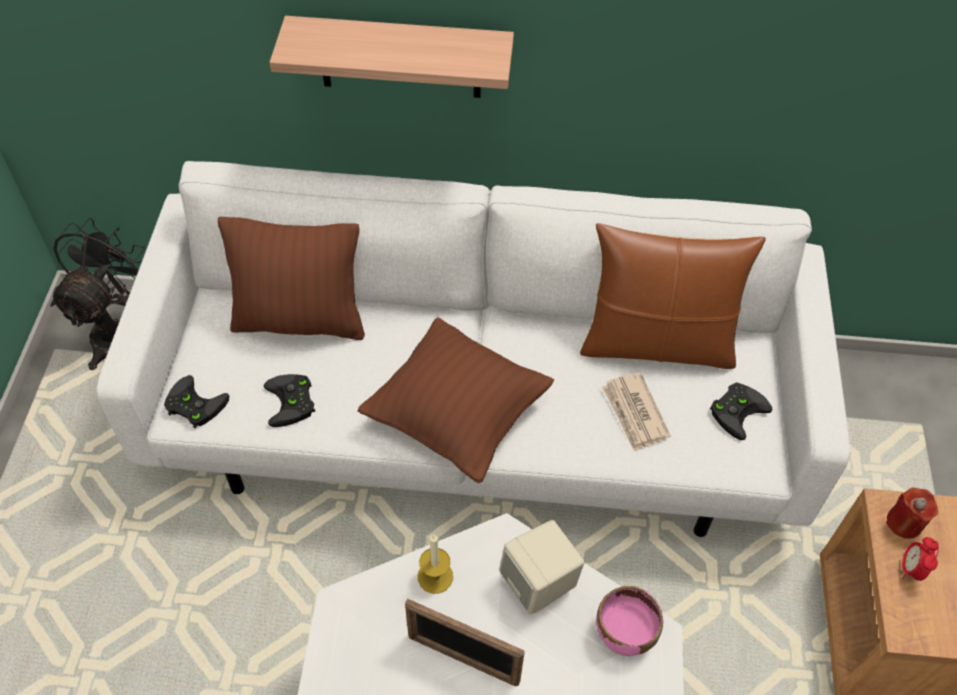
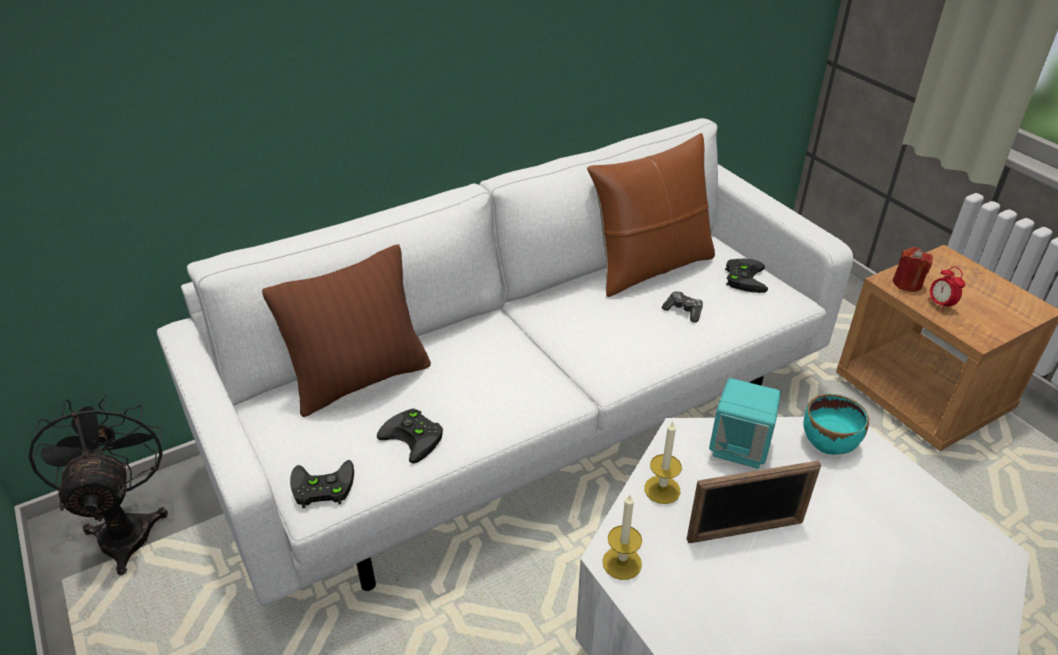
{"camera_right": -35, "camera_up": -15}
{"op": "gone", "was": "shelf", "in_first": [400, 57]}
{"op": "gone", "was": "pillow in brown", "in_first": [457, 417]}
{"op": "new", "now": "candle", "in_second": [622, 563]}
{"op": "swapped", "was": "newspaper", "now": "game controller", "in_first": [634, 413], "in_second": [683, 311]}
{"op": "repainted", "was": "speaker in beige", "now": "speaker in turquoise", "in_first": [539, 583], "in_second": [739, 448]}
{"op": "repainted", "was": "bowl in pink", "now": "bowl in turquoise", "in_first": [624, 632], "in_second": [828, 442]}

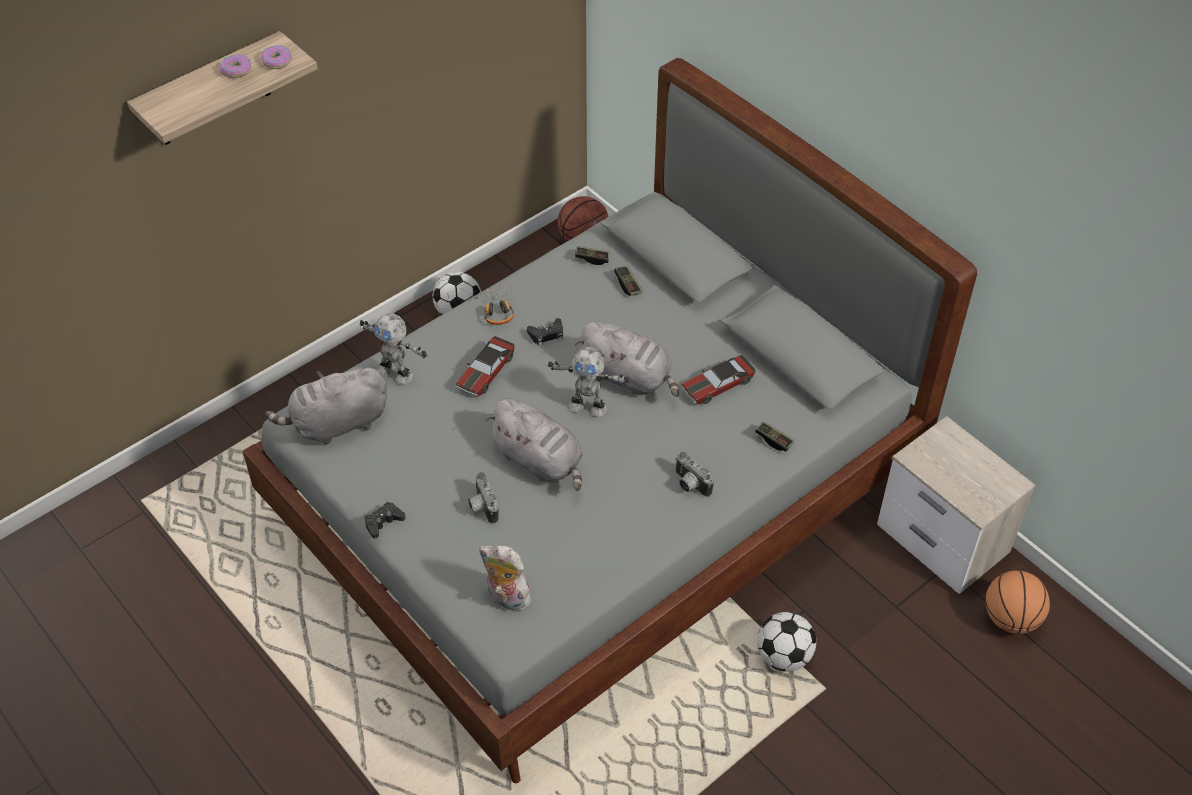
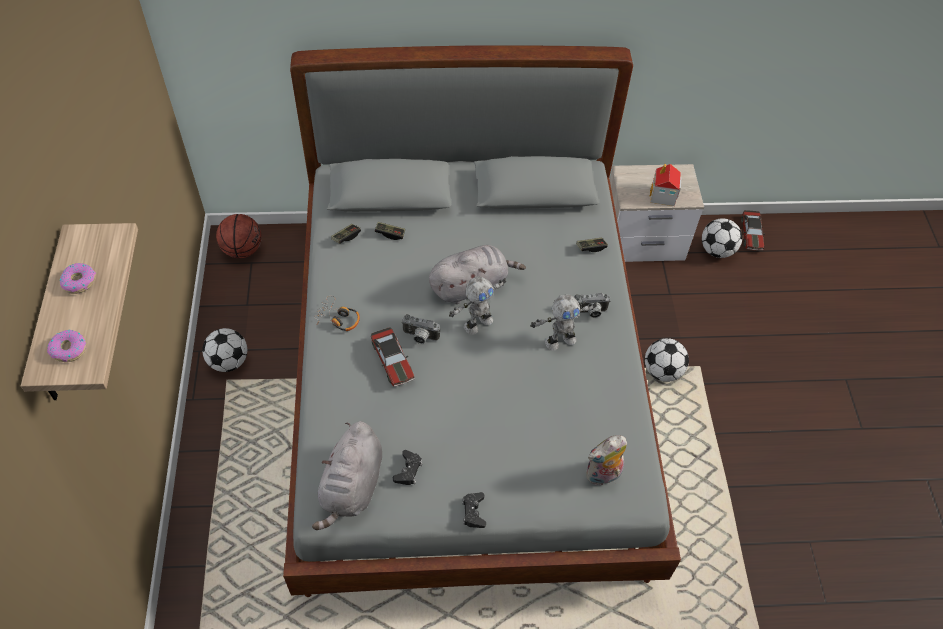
{"camera_right": -55, "camera_up": 5}
{"op": "gone", "was": "plush toy in grey", "in_first": [540, 461]}
{"op": "new", "now": "toy house", "in_second": [663, 195]}
{"op": "shifted", "was": "donut", "in_first": [276, 61], "in_second": [69, 349]}
{"op": "shifted", "was": "toy robot", "in_first": [397, 372], "in_second": [559, 340]}
{"op": "shifted", "was": "photo camera", "in_first": [481, 507], "in_second": [419, 337]}
{"op": "shifted", "was": "game controller in black", "in_first": [546, 335], "in_second": [408, 470]}
{"op": "shifted", "was": "toy car", "in_first": [717, 385], "in_second": [751, 234]}
{"op": "swapped", "was": "basketball", "now": "football", "in_first": [1010, 618], "in_second": [717, 250]}

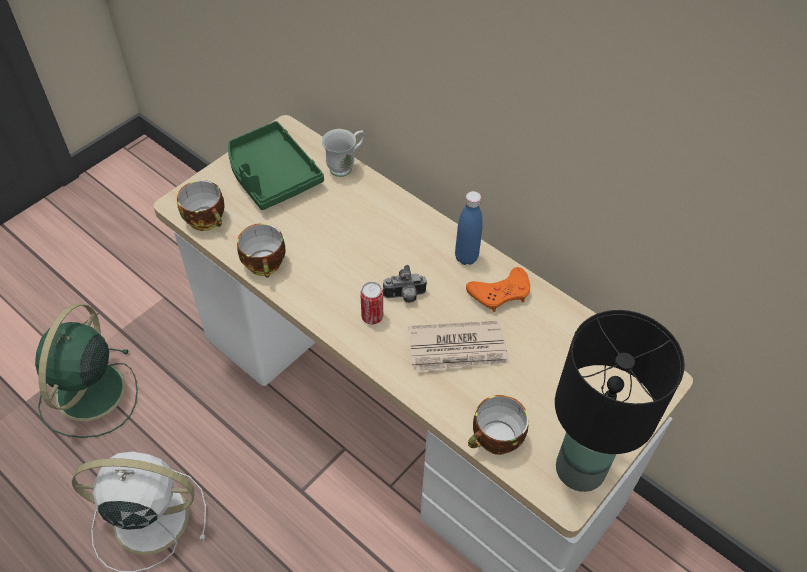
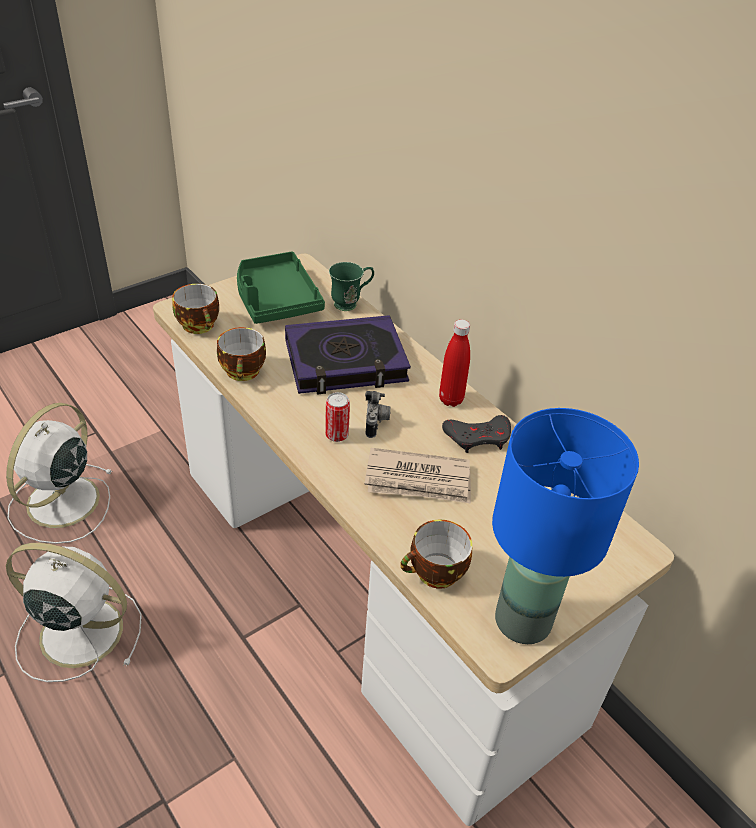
{"camera_right": 10, "camera_up": -10}
{"op": "new", "now": "book", "in_second": [346, 362]}
{"op": "repainted", "was": "fan in green", "now": "fan in white", "in_first": [89, 394], "in_second": [61, 503]}
{"op": "repainted", "was": "mug in white", "now": "mug in green", "in_first": [346, 166], "in_second": [351, 303]}
{"op": "repainted", "was": "bottle in blue", "now": "bottle in red", "in_first": [466, 257], "in_second": [451, 400]}
{"op": "repainted", "was": "game controller in orange", "now": "game controller in grey", "in_first": [500, 293], "in_second": [478, 437]}
{"op": "repainted", "was": "table lamp in black", "now": "table lamp in blue", "in_first": [578, 468], "in_second": [521, 620]}
{"op": "rotated", "was": "photo camera", "in_first": [405, 296], "in_second": [376, 423], "clockwise": -90}

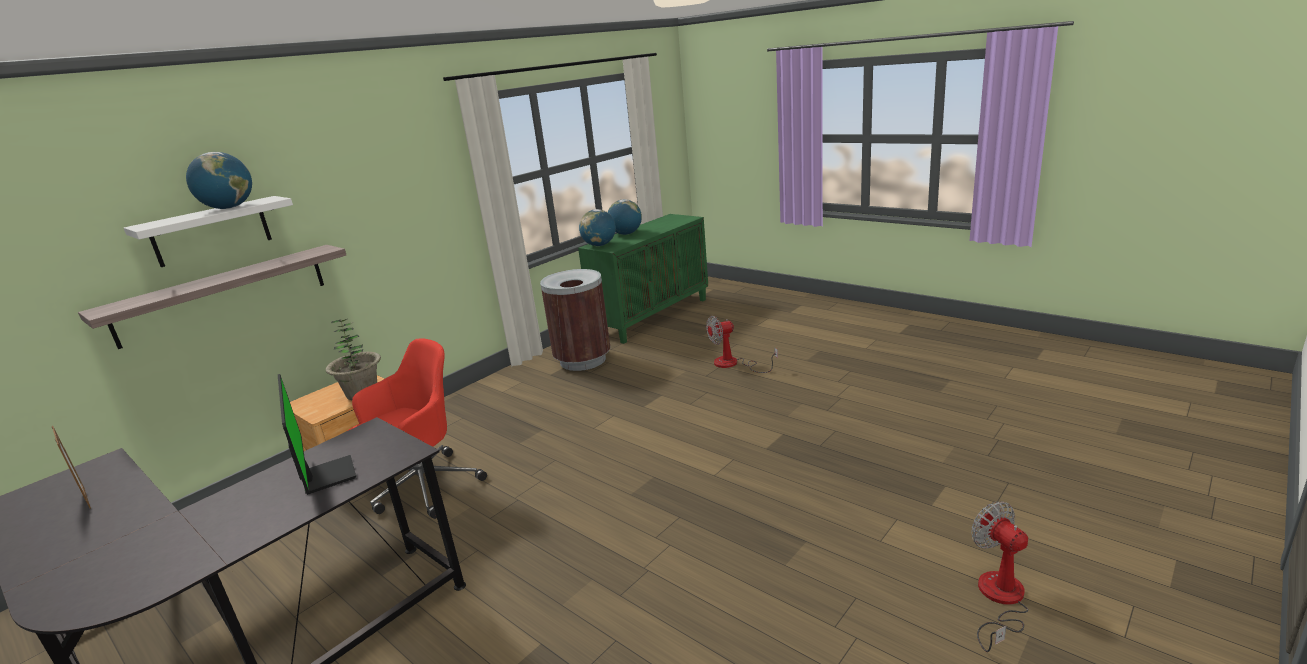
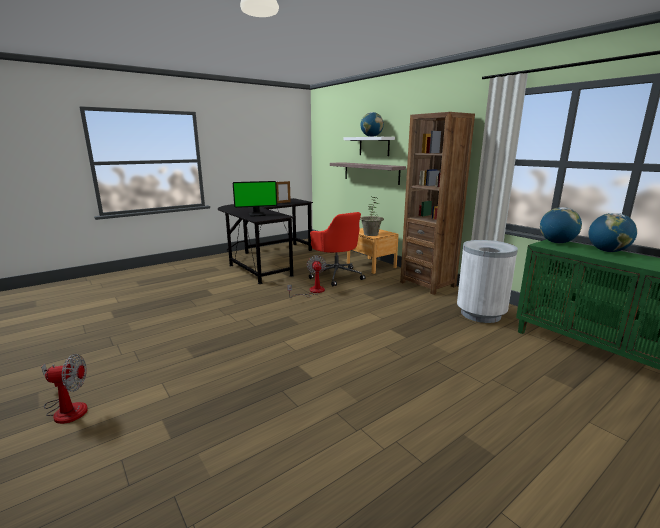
{"camera_right": 100, "camera_up": -5}
{"op": "new", "now": "bookcase in brown", "in_second": [428, 284]}
{"op": "shifted", "was": "fan", "in_first": [733, 364], "in_second": [312, 291]}
{"op": "repainted", "was": "trash can in brown", "now": "trash can in white", "in_first": [583, 360], "in_second": [480, 314]}

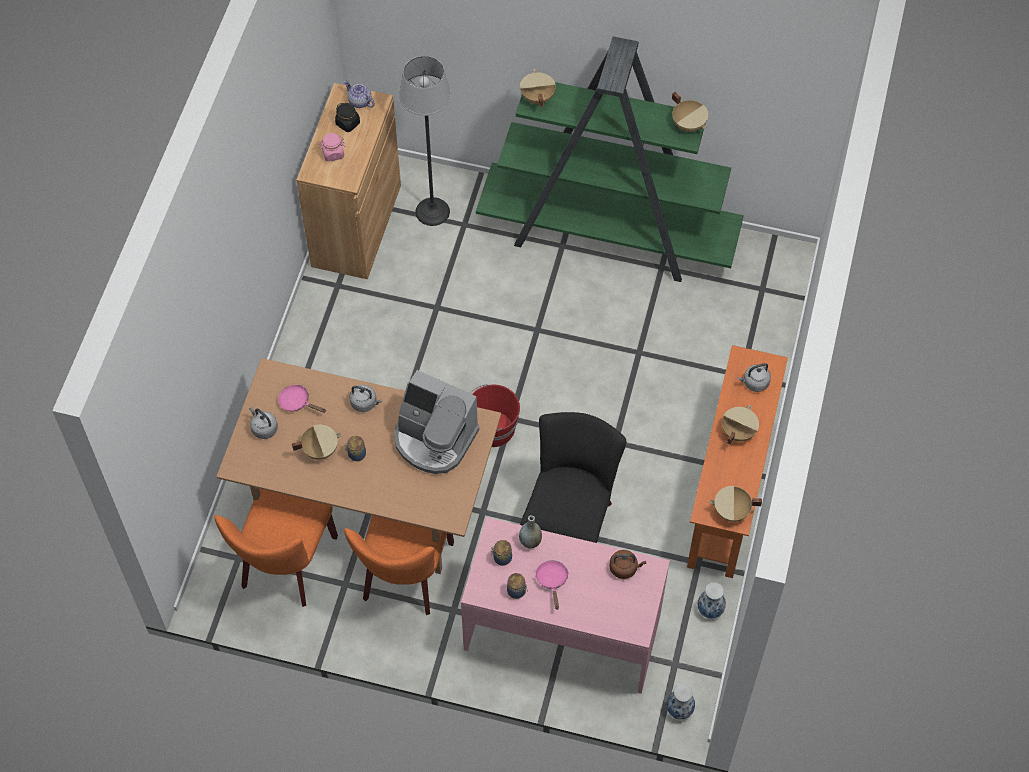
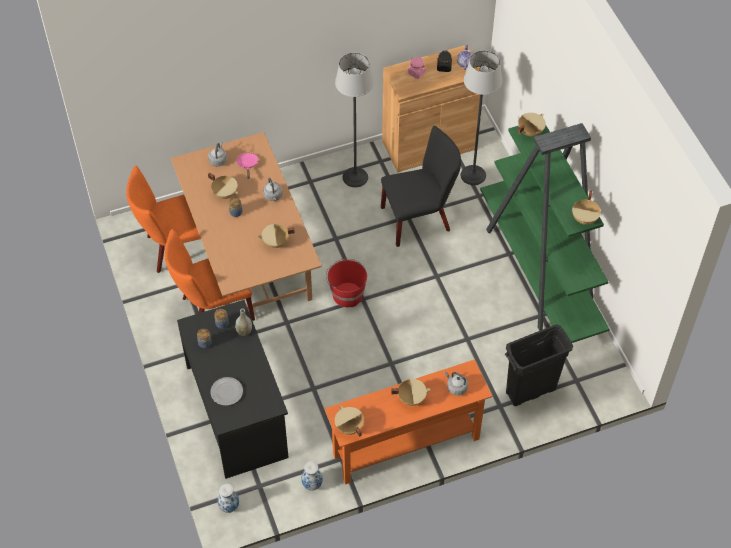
{"camera_right": 55, "camera_up": -5}
{"op": "gone", "was": "frying pan in pink", "in_first": [552, 581]}
{"op": "gone", "was": "kettle in brown", "in_first": [625, 568]}
{"op": "new", "now": "plate", "in_second": [226, 391]}
{"op": "new", "now": "floor lamp", "in_second": [355, 177]}
{"op": "new", "now": "trash can in black", "in_second": [530, 391]}
{"op": "shifted", "was": "chair in black", "in_first": [569, 522], "in_second": [420, 218]}
{"op": "swapped", "was": "coffee machine", "now": "cooking pot in beige", "in_first": [434, 439], "in_second": [276, 243]}
{"op": "repainted", "was": "desk in pink", "now": "desk in black", "in_first": [563, 630], "in_second": [238, 411]}

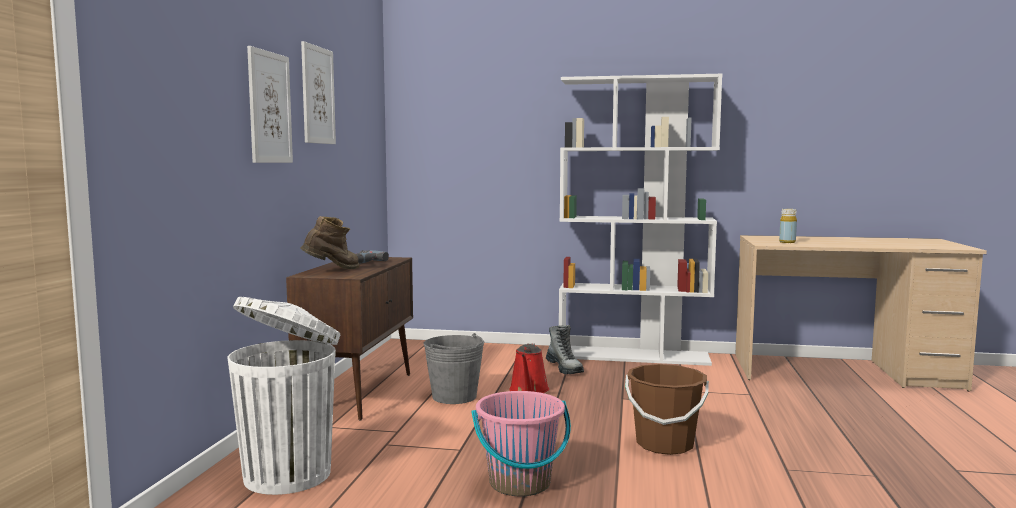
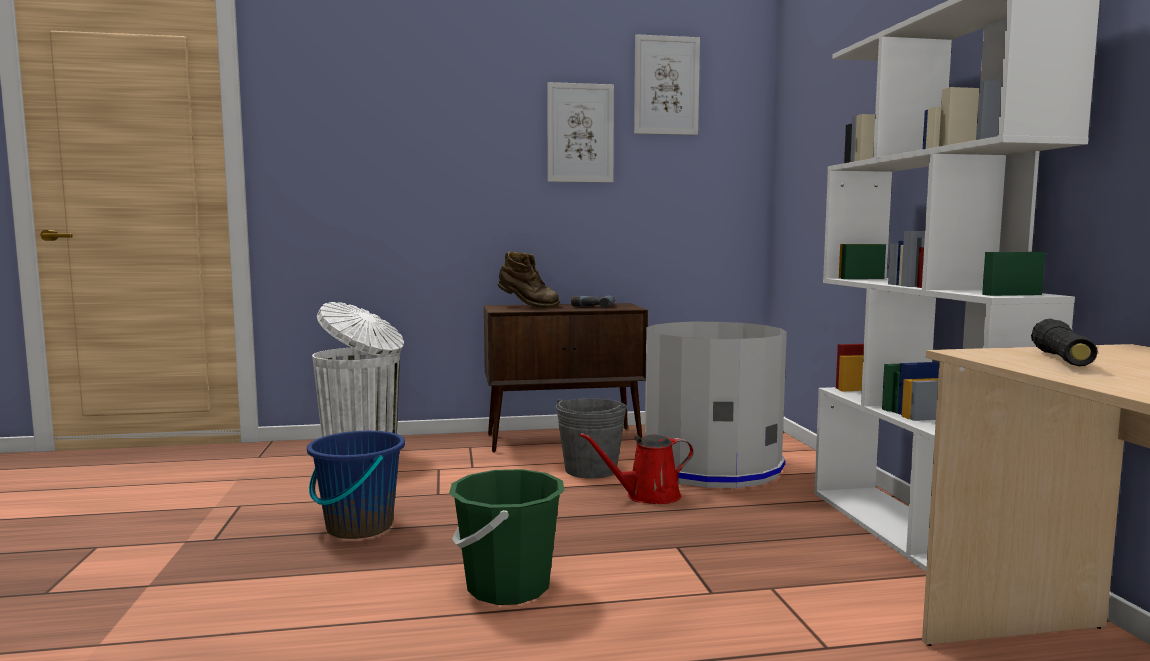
{"camera_right": 70, "camera_up": 0}
{"op": "gone", "was": "boot", "in_first": [564, 368]}
{"op": "new", "now": "trash can in grey", "in_second": [711, 465]}
{"op": "shifted", "was": "picture", "in_first": [269, 107], "in_second": [666, 86]}
{"op": "swapped", "was": "bottle in yellow", "now": "flashlight in black", "in_first": [787, 242], "in_second": [1062, 360]}
{"op": "repainted", "was": "bucket in pink", "now": "bucket in blue", "in_first": [520, 483], "in_second": [359, 527]}
{"op": "repainted", "was": "bucket in brown", "now": "bucket in green", "in_first": [664, 444], "in_second": [508, 587]}

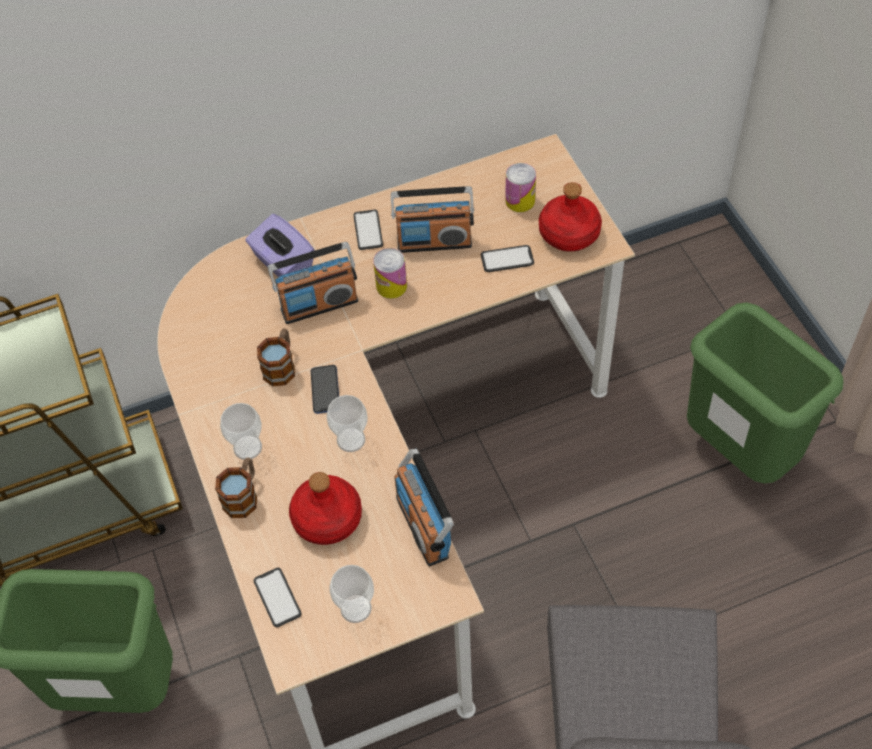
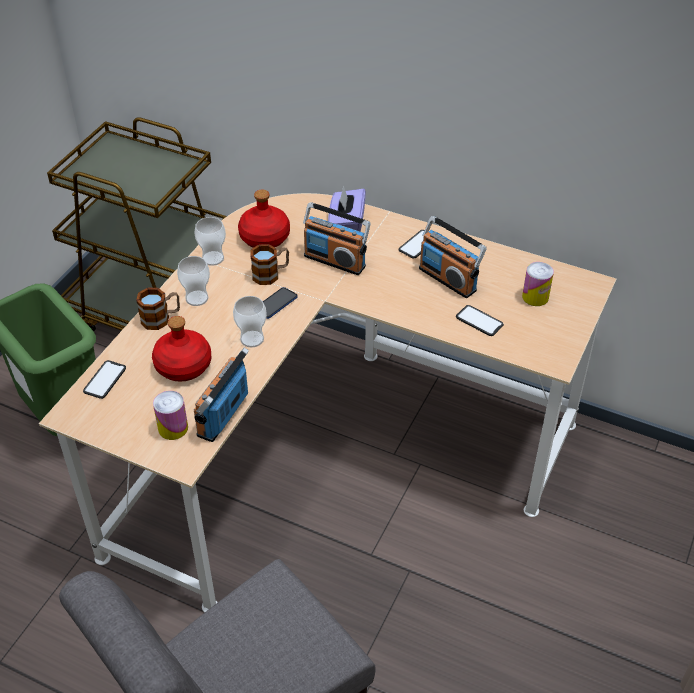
{"camera_right": 45, "camera_up": -10}
{"op": "gone", "was": "trash can in green", "in_first": [740, 453]}
{"op": "shifted", "was": "cup", "in_first": [356, 608], "in_second": [213, 258]}
{"op": "shifted", "was": "can", "in_first": [391, 286], "in_second": [173, 428]}
{"op": "shifted", "was": "bottle in red", "in_first": [569, 234], "in_second": [264, 238]}

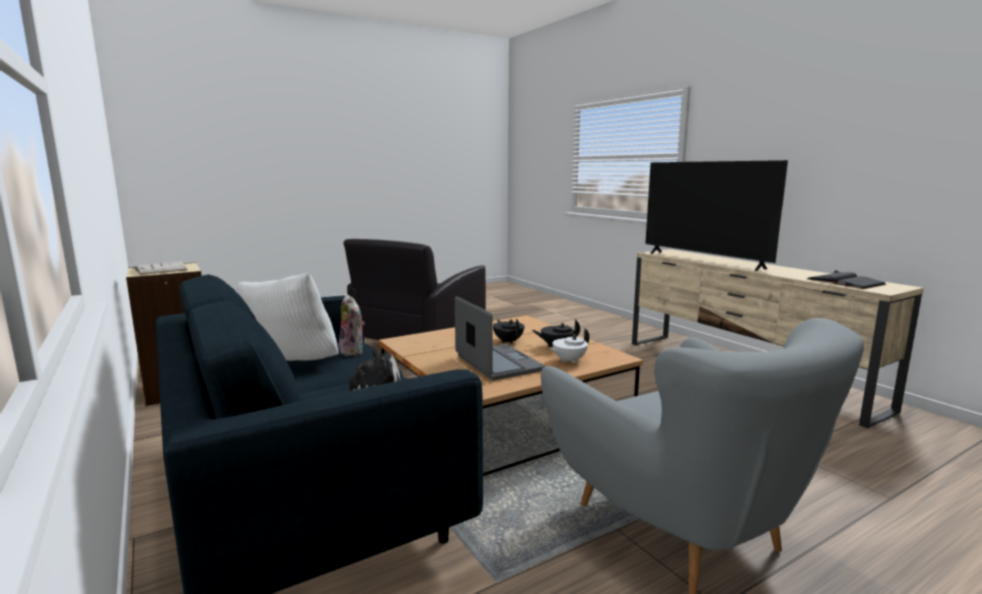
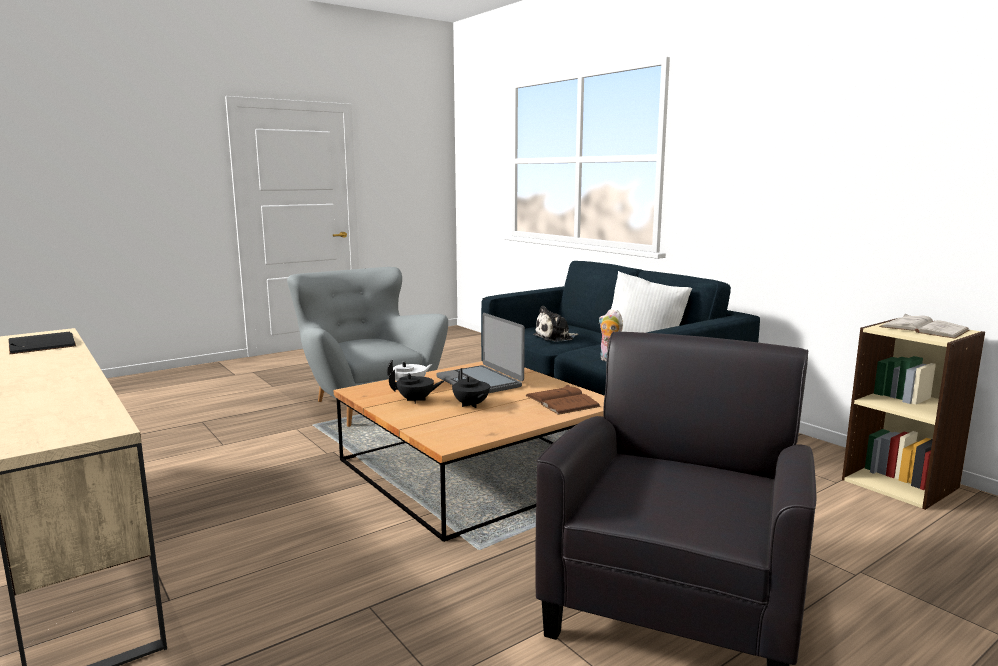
{"camera_right": 175, "camera_up": 0}
{"op": "gone", "was": "television", "in_first": [703, 260]}
{"op": "new", "now": "book in brown", "in_second": [562, 401]}

